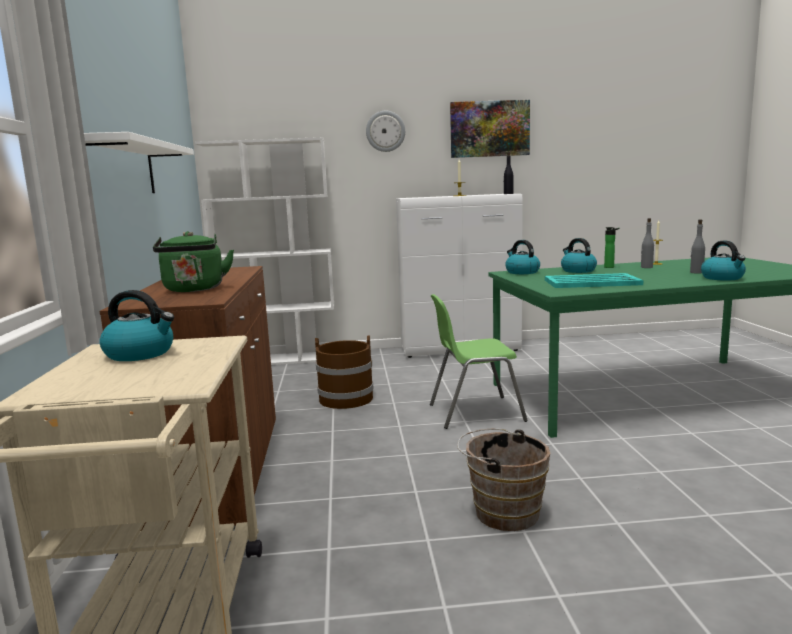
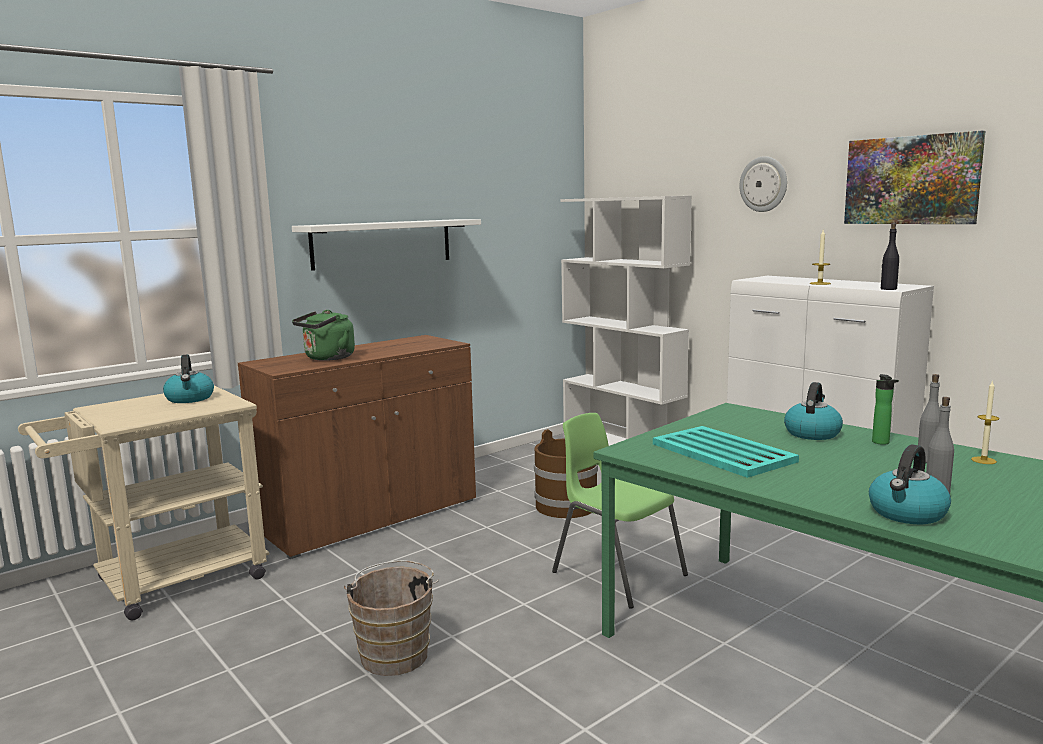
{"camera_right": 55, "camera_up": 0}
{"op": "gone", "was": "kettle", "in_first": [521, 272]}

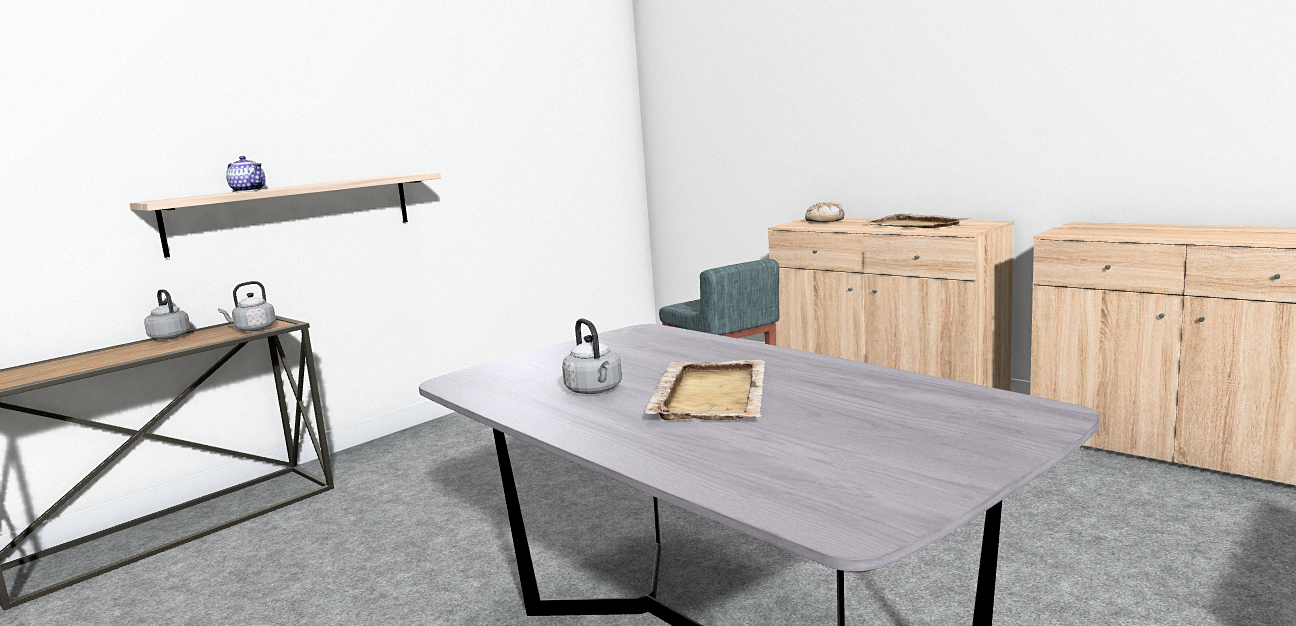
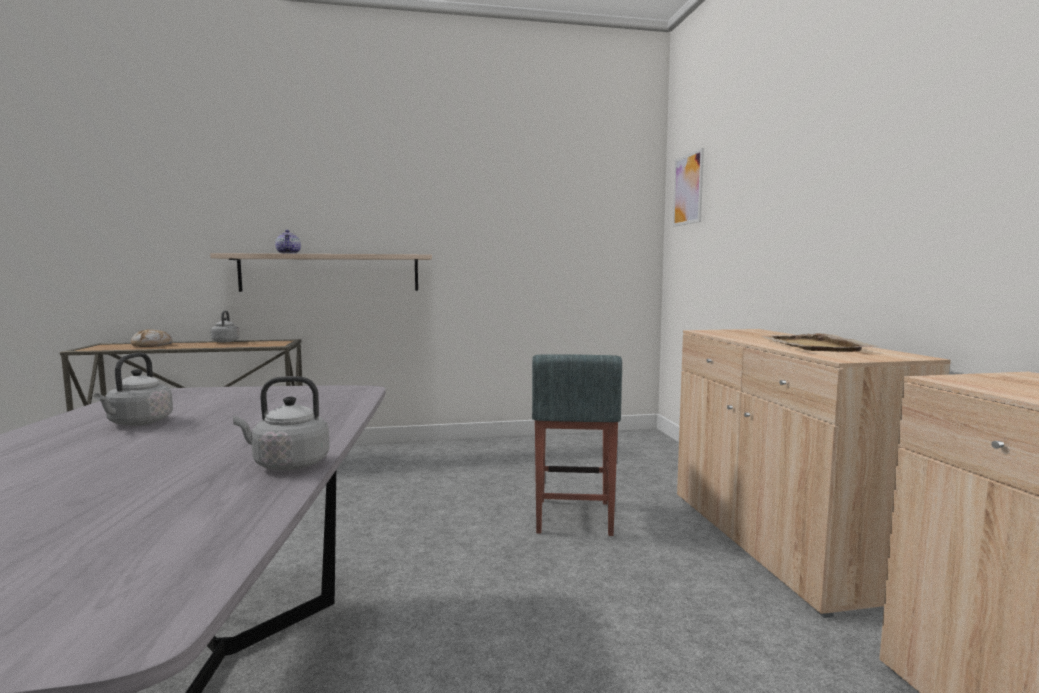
{"camera_right": 35, "camera_up": -5}
{"op": "gone", "was": "tray in beige", "in_first": [711, 394]}
{"op": "new", "now": "picture", "in_second": [688, 189]}
{"op": "shifted", "was": "kettle in grey", "in_first": [253, 329], "in_second": [287, 464]}
{"op": "shifted", "was": "bread", "in_first": [824, 220], "in_second": [152, 345]}

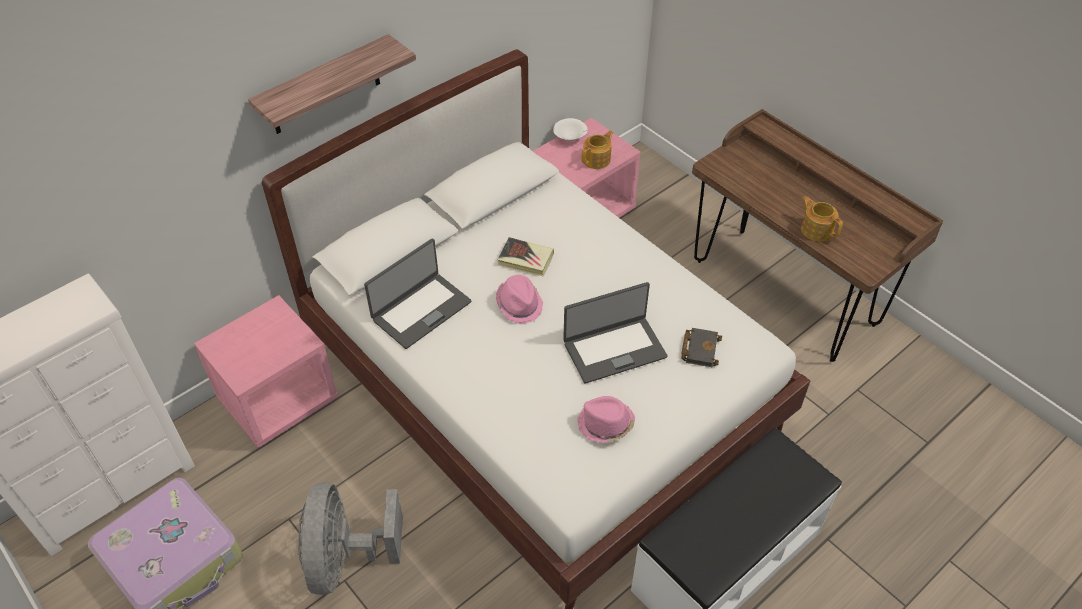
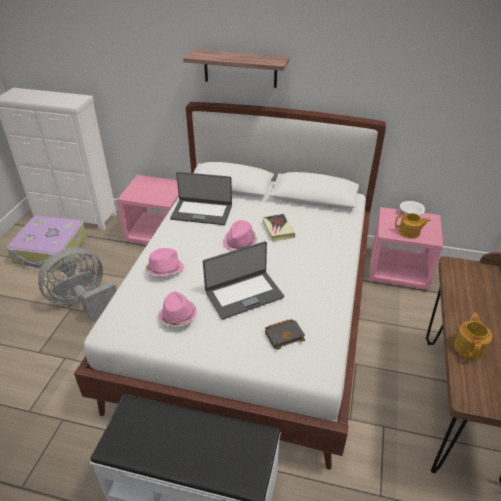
{"camera_right": 55, "camera_up": -10}
{"op": "new", "now": "hat in pink", "in_second": [164, 270]}
{"op": "rotated", "was": "laptop", "in_first": [614, 349], "in_second": [244, 294], "clockwise": -60}

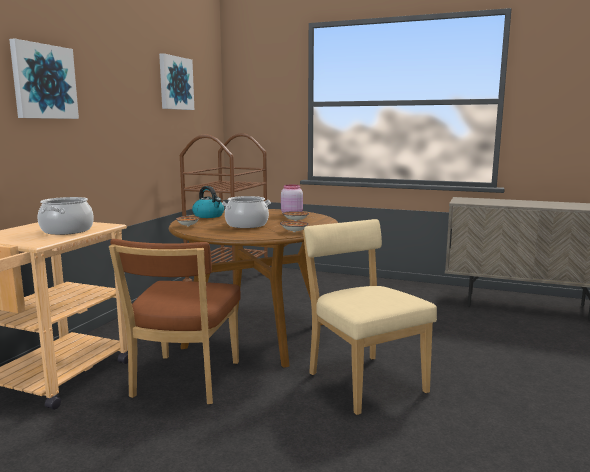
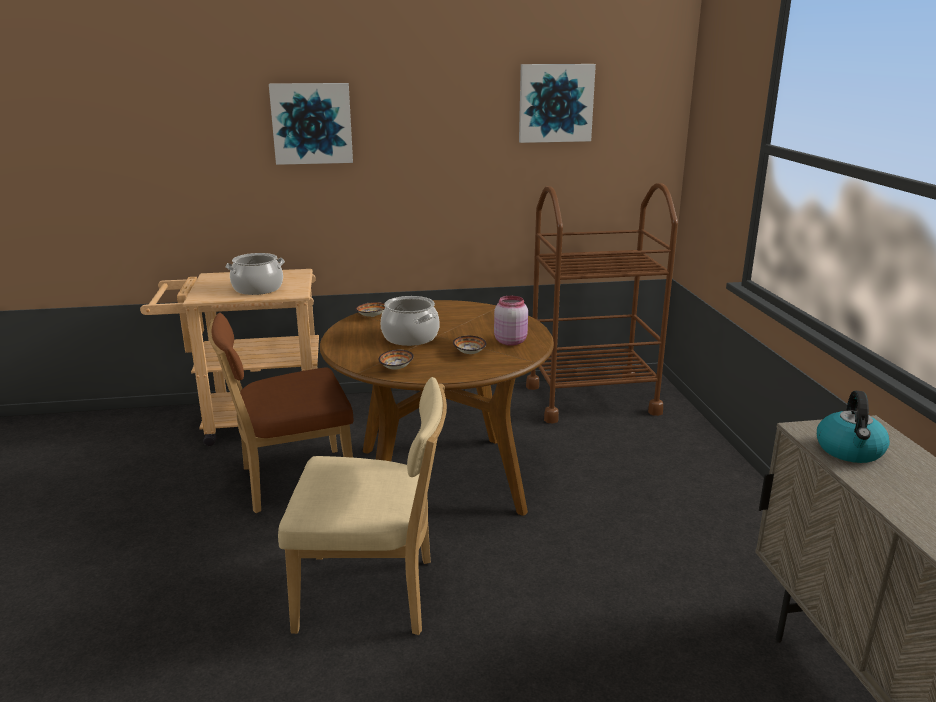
{"camera_right": 60, "camera_up": 10}
{"op": "shifted", "was": "kettle", "in_first": [209, 216], "in_second": [850, 451]}
{"op": "rotated", "was": "chair in beige", "in_first": [363, 380], "in_second": [373, 595], "clockwise": 60}

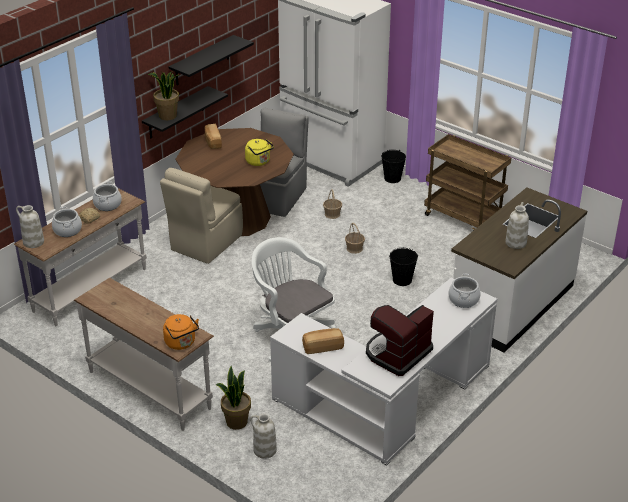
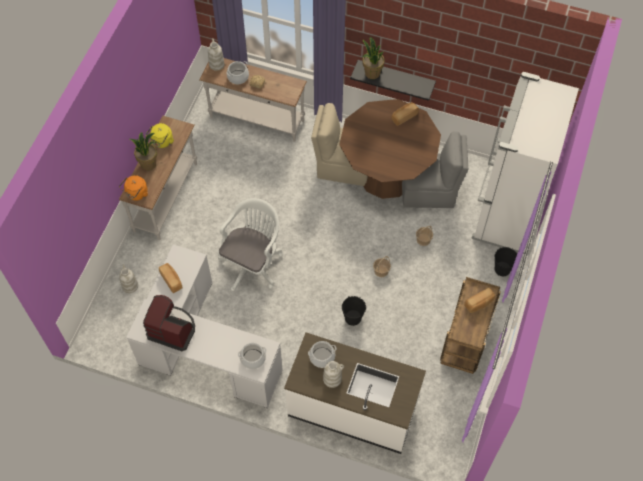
{"camera_right": 70, "camera_up": 25}
{"op": "gone", "was": "shelf in black", "in_first": [202, 61]}
{"op": "new", "now": "bread", "in_second": [479, 303]}
{"op": "shifted", "was": "cooking pot", "in_first": [108, 205], "in_second": [322, 357]}
{"op": "shifted", "was": "potted plant", "in_first": [236, 422], "in_second": [148, 163]}
{"op": "shifted", "was": "kettle in yellow", "in_first": [259, 162], "in_second": [162, 142]}

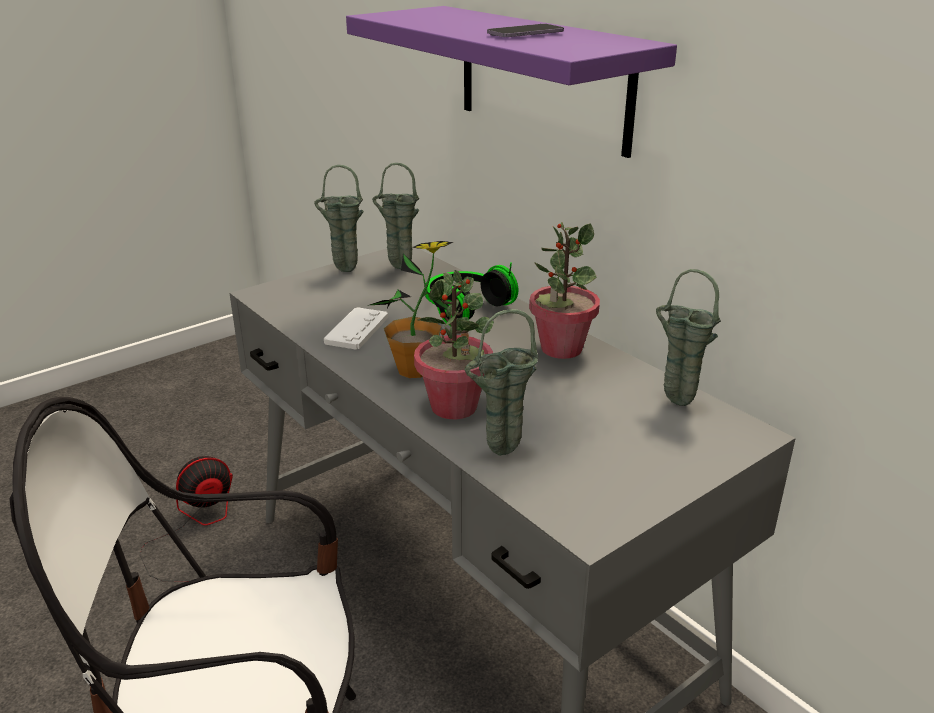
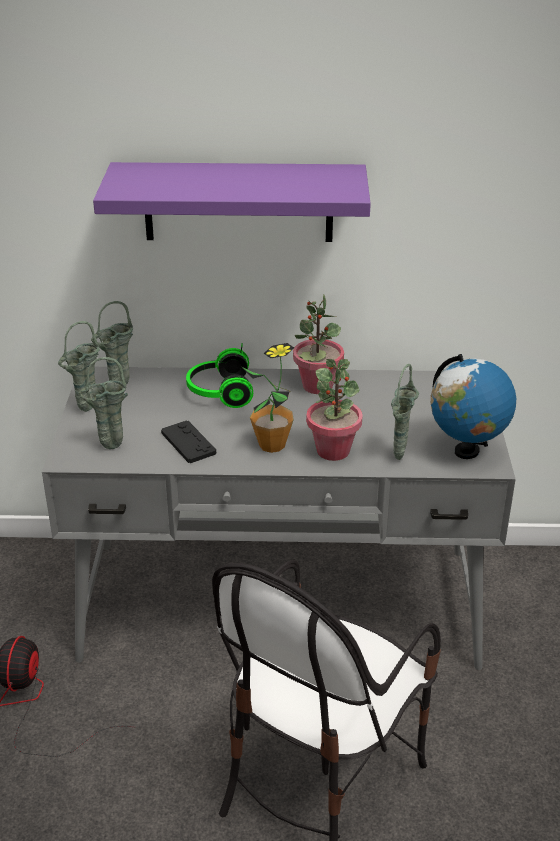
{"camera_right": -50, "camera_up": 5}
{"op": "gone", "was": "phone", "in_first": [525, 34]}
{"op": "new", "now": "globe", "in_second": [466, 451]}
{"op": "shifted", "was": "vase in green", "in_first": [674, 402], "in_second": [109, 448]}
{"op": "repainted", "was": "game controller in white", "now": "game controller in black", "in_first": [357, 330], "in_second": [188, 443]}

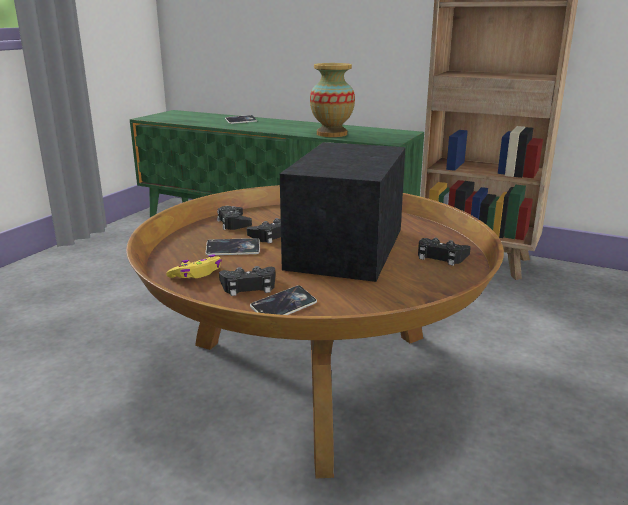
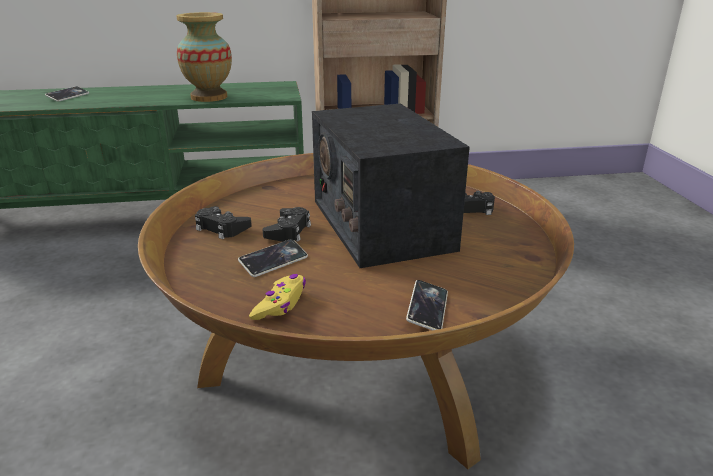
{"camera_right": -35, "camera_up": 5}
{"op": "gone", "was": "game controller in black", "in_first": [249, 286]}

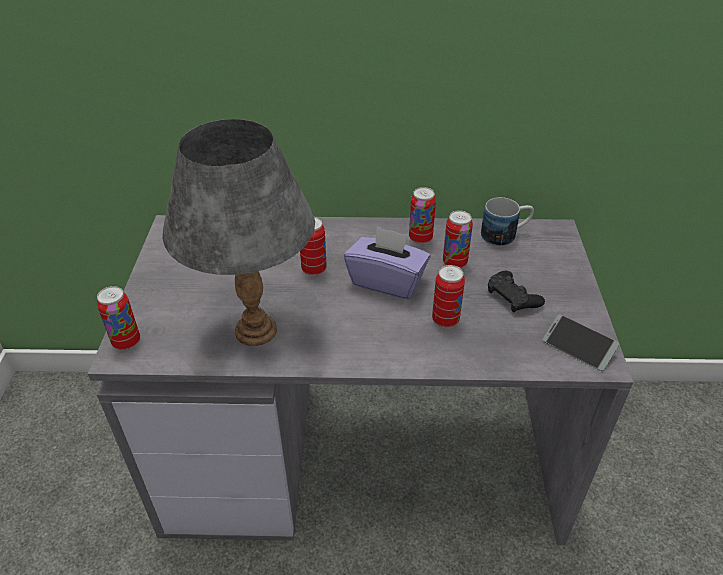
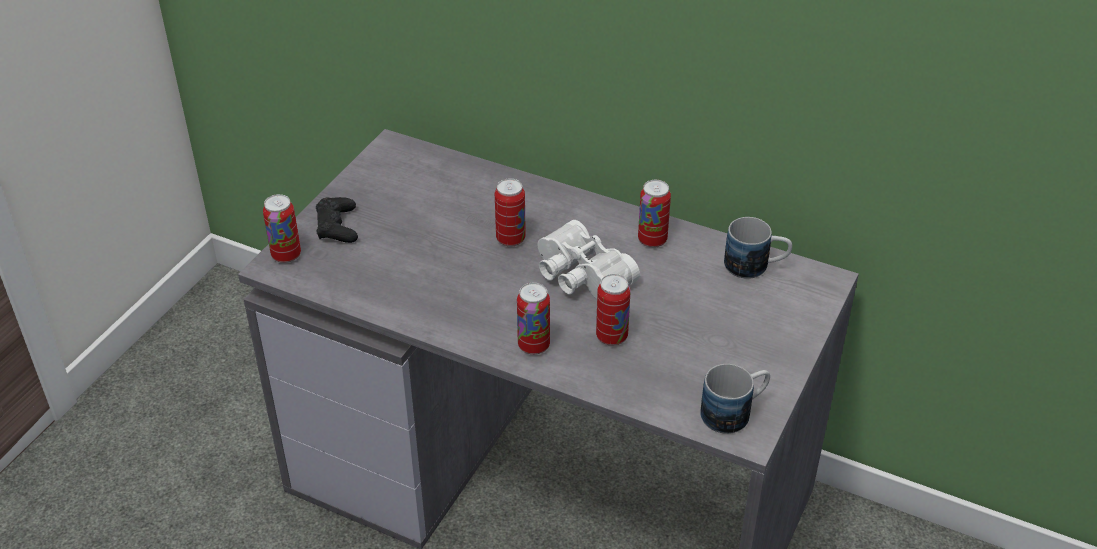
{"camera_right": 25, "camera_up": 0}
{"op": "gone", "was": "table lamp in grey", "in_first": [255, 329]}
{"op": "shifted", "was": "can", "in_first": [454, 263], "in_second": [533, 346]}
{"op": "shifted", "was": "game controller in black", "in_first": [512, 297], "in_second": [337, 226]}
{"op": "swapped", "was": "tissue box in purple", "now": "binoculars in white", "in_first": [387, 281], "in_second": [579, 276]}
{"op": "swapped", "was": "phone", "now": "mug", "in_first": [578, 347], "in_second": [734, 412]}

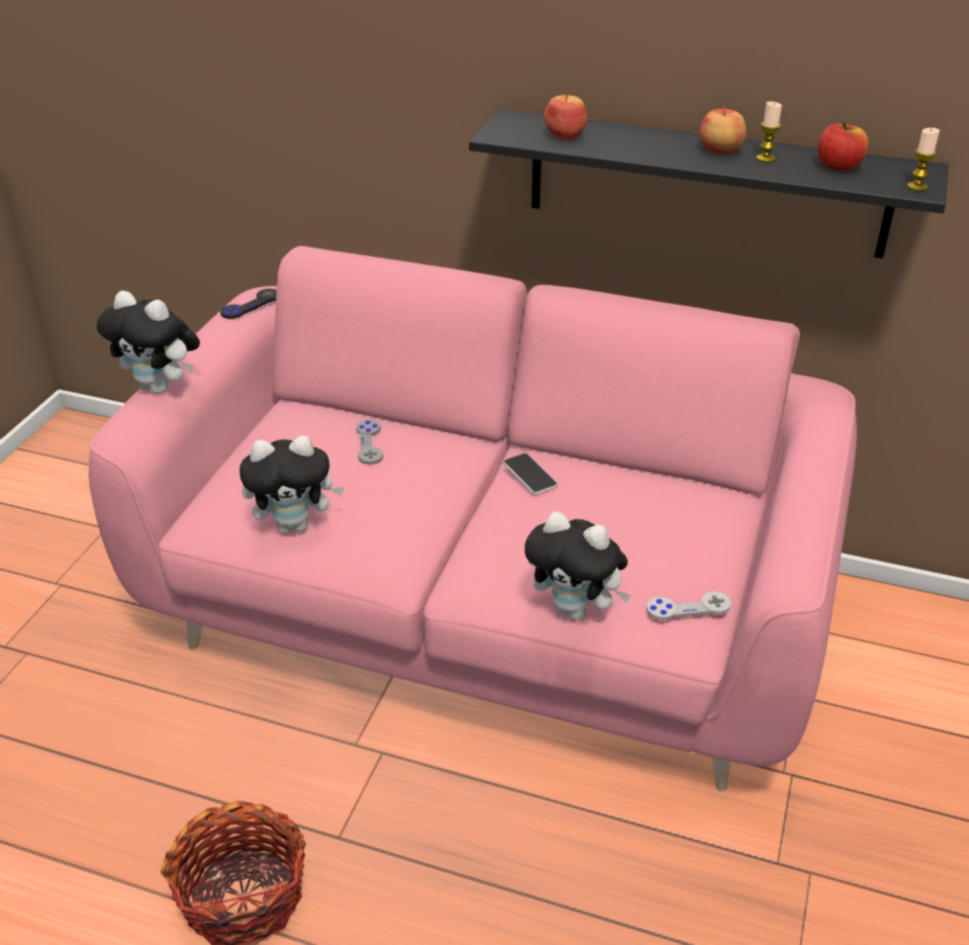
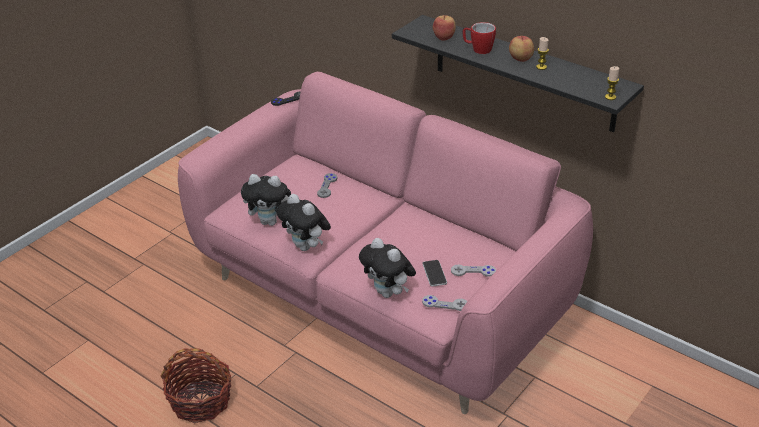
{"camera_right": 20, "camera_up": 0}
{"op": "gone", "was": "apple", "in_first": [838, 166]}
{"op": "new", "now": "game controller in grey", "in_second": [473, 271]}
{"op": "new", "now": "mug", "in_second": [478, 49]}
{"op": "shifted", "was": "plush toy", "in_first": [161, 388], "in_second": [306, 247]}
{"op": "shifted", "was": "phone", "in_first": [530, 475], "in_second": [434, 273]}

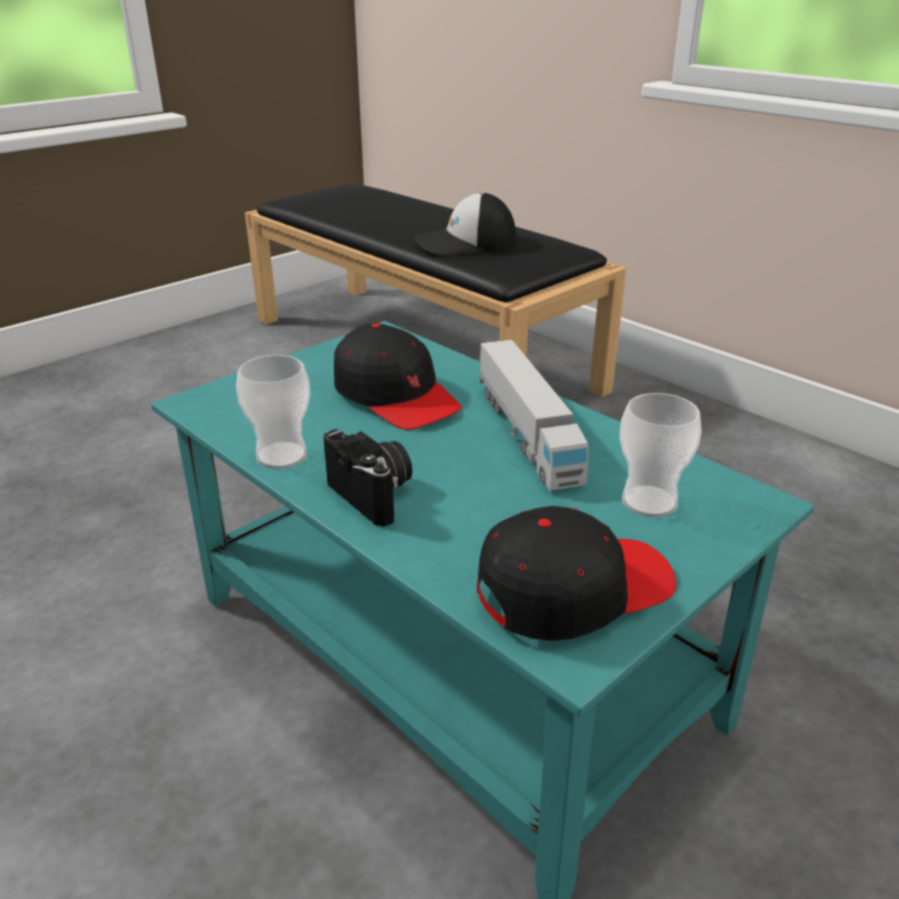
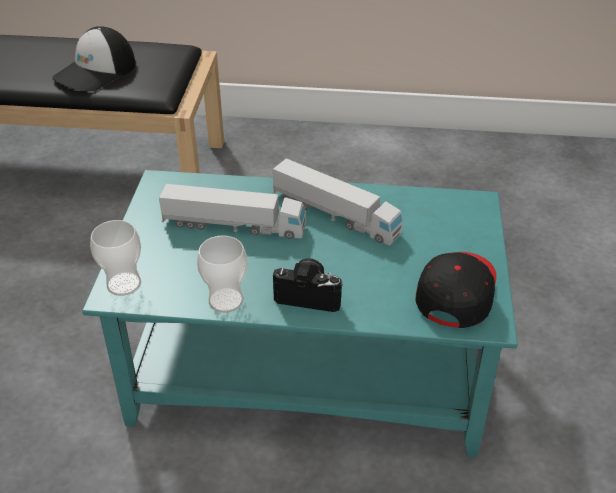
{"camera_right": -40, "camera_up": 10}
{"op": "shifted", "was": "cup", "in_first": [649, 502], "in_second": [124, 284]}
{"op": "swapped", "was": "cap in black", "now": "toy truck", "in_first": [396, 396], "in_second": [233, 225]}

